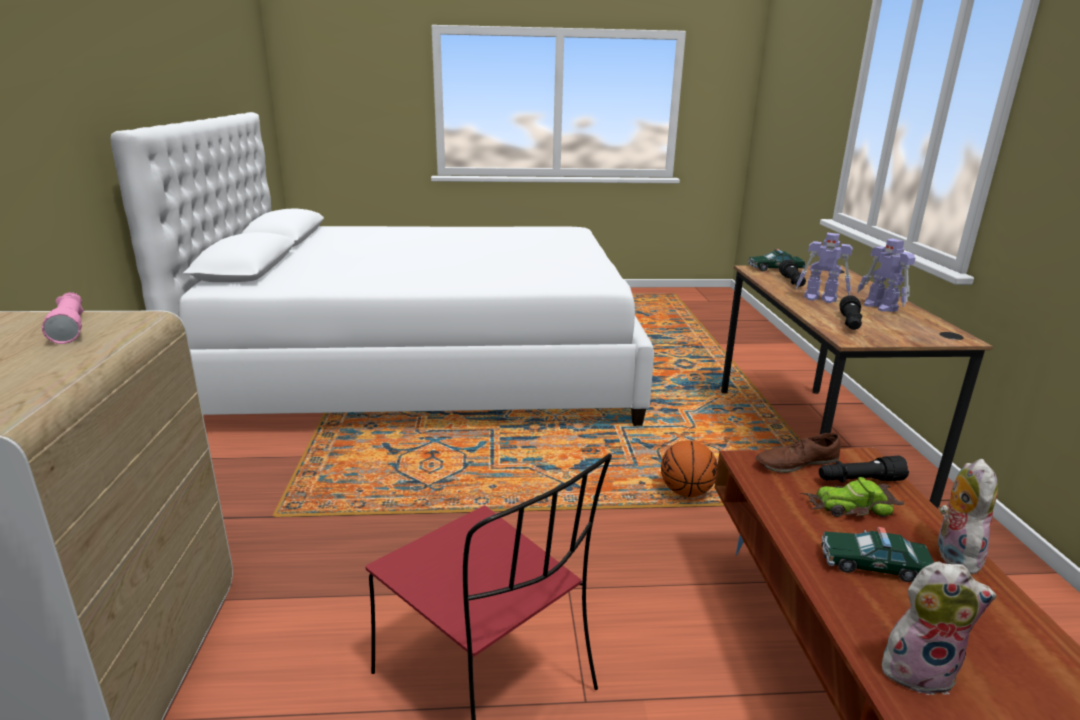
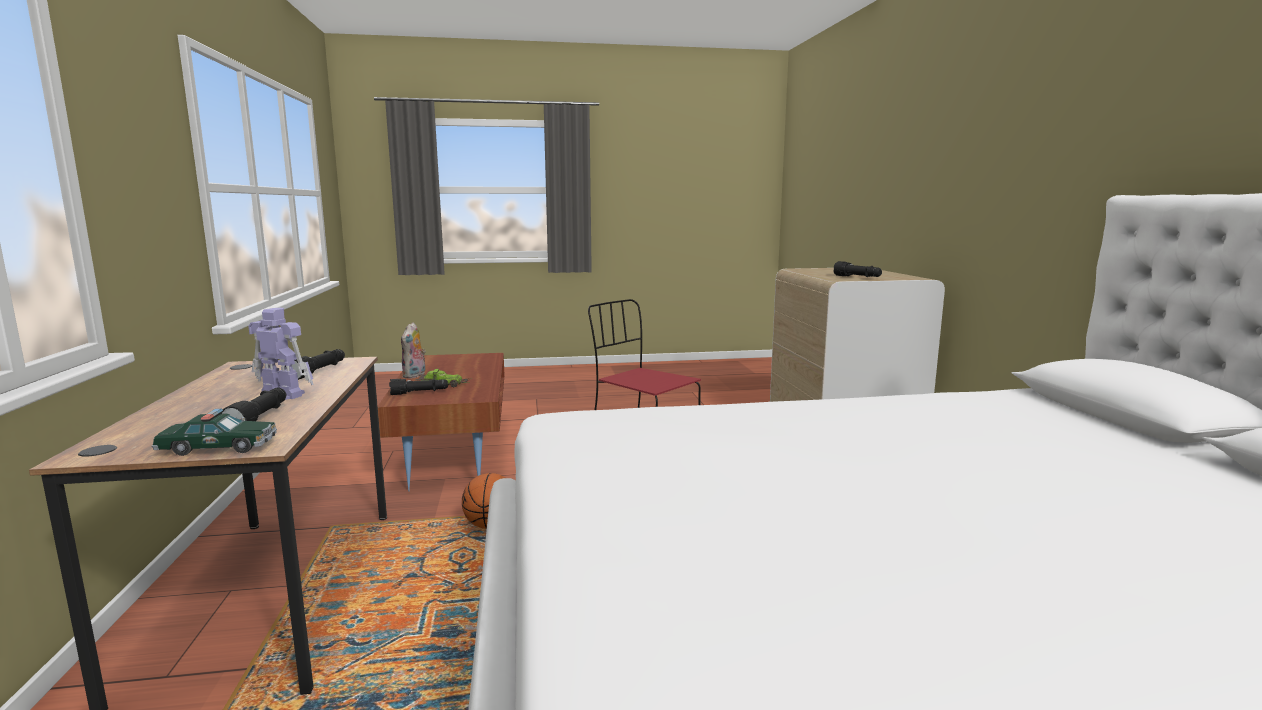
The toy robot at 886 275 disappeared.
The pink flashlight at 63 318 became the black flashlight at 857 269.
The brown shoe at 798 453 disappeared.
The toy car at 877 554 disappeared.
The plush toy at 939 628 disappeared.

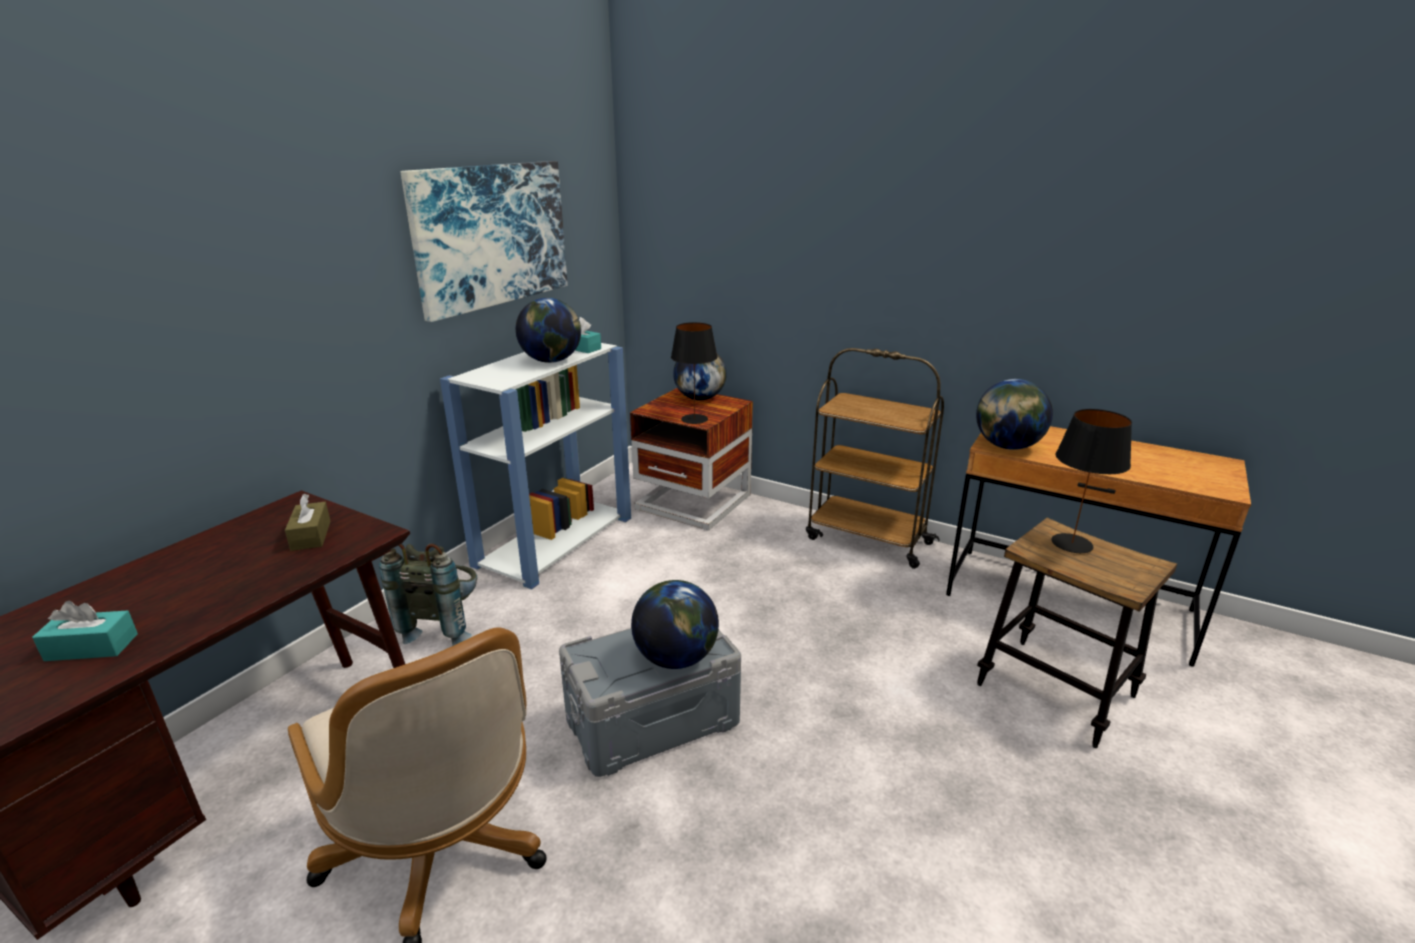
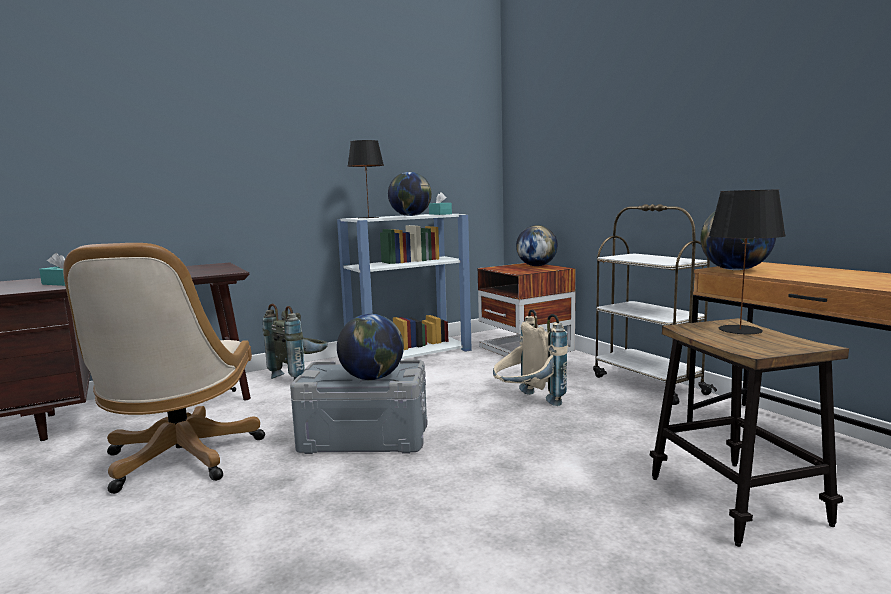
The picture at 484 241 disappeared.
The black table lamp moved from 694 373 to 366 179.
The brown cart at 875 458 became the white cart at 655 304.
The brown tissue box at 307 522 disappeared.
The beige backpack at 530 357 appeared.

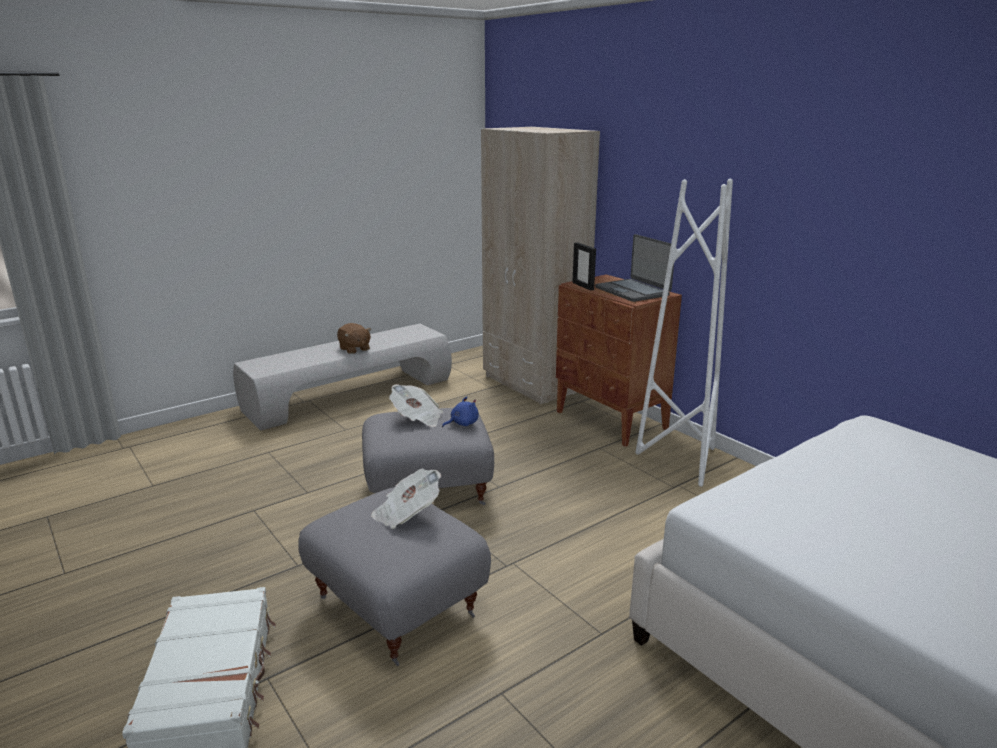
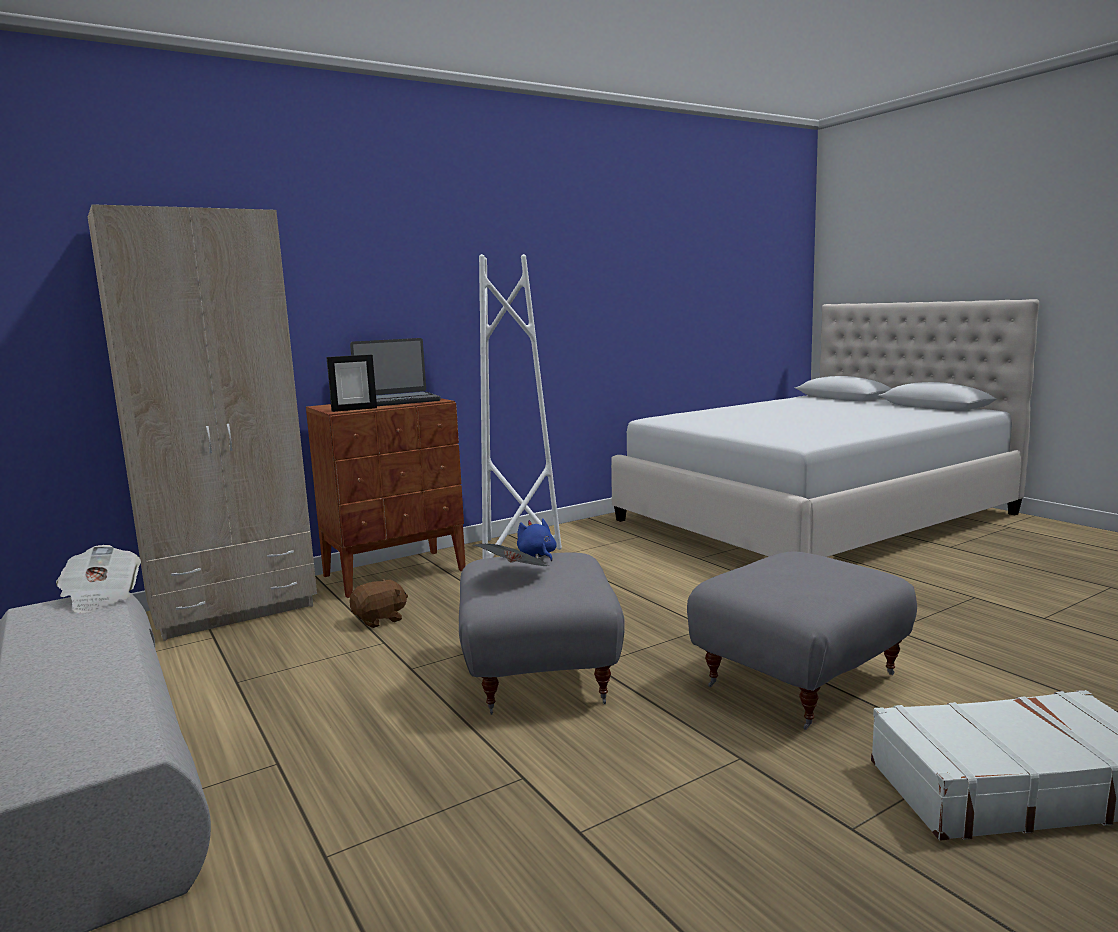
The brown plush toy moved from 354 338 to 378 603.
The newspaper moved from 406 499 to 98 579.

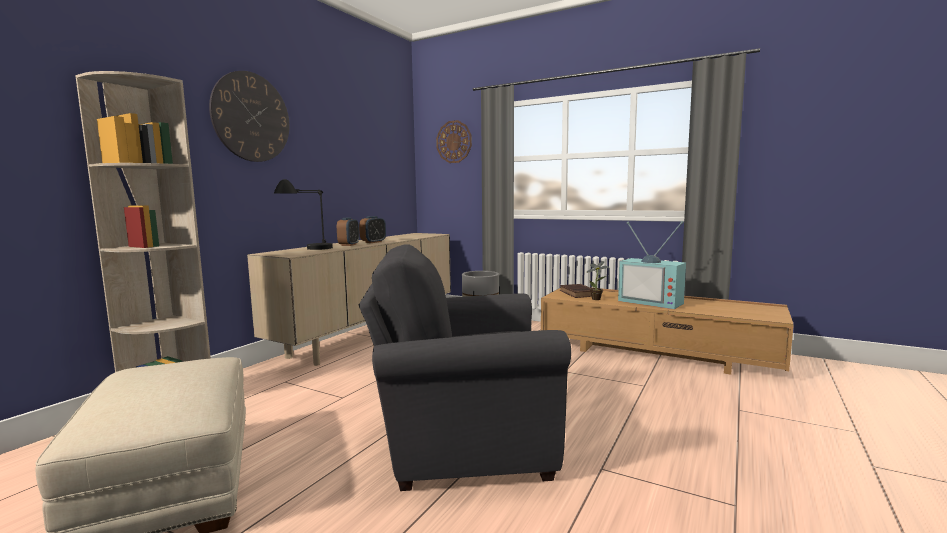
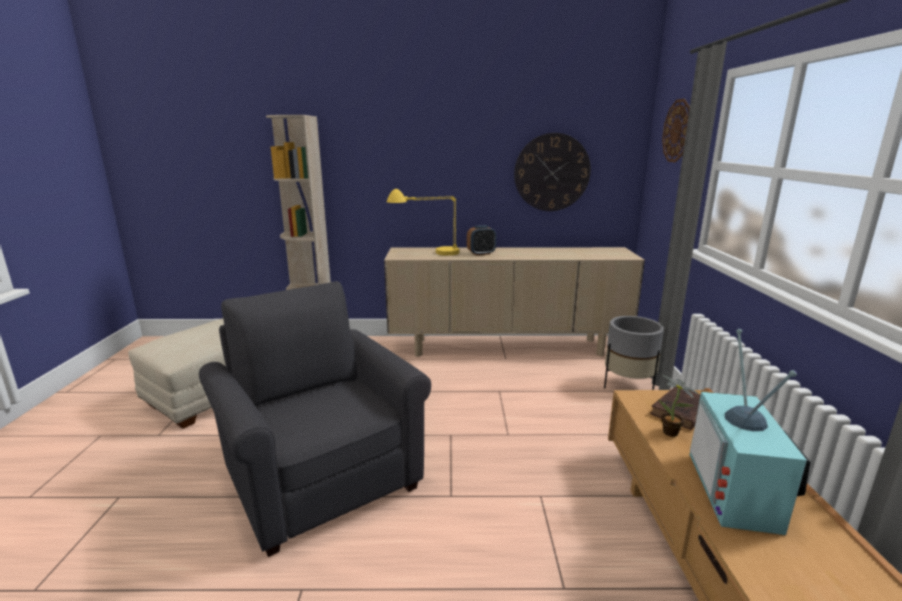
The wall clock moved from 249 116 to 552 172.
The black table lamp at 303 214 became the yellow table lamp at 423 222.
The alarm clock at 372 229 disappeared.

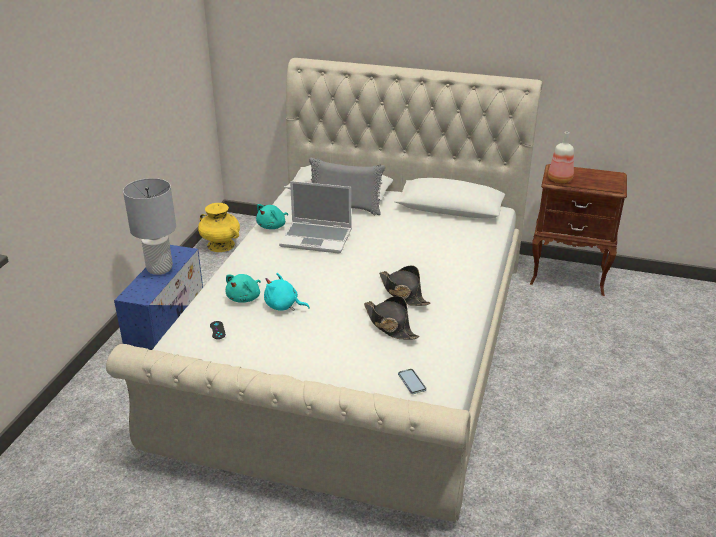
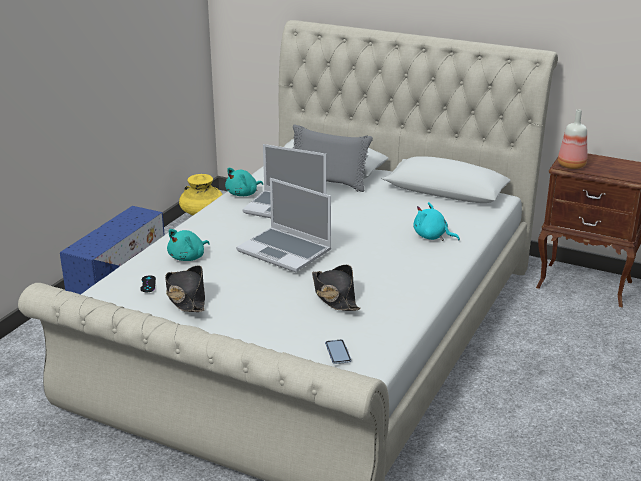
The grey table lamp at 149 226 disappeared.
The black hat moved from 404 285 to 185 288.
The turquoise plush toy moved from 287 292 to 436 221.
The laptop at 283 225 appeared.

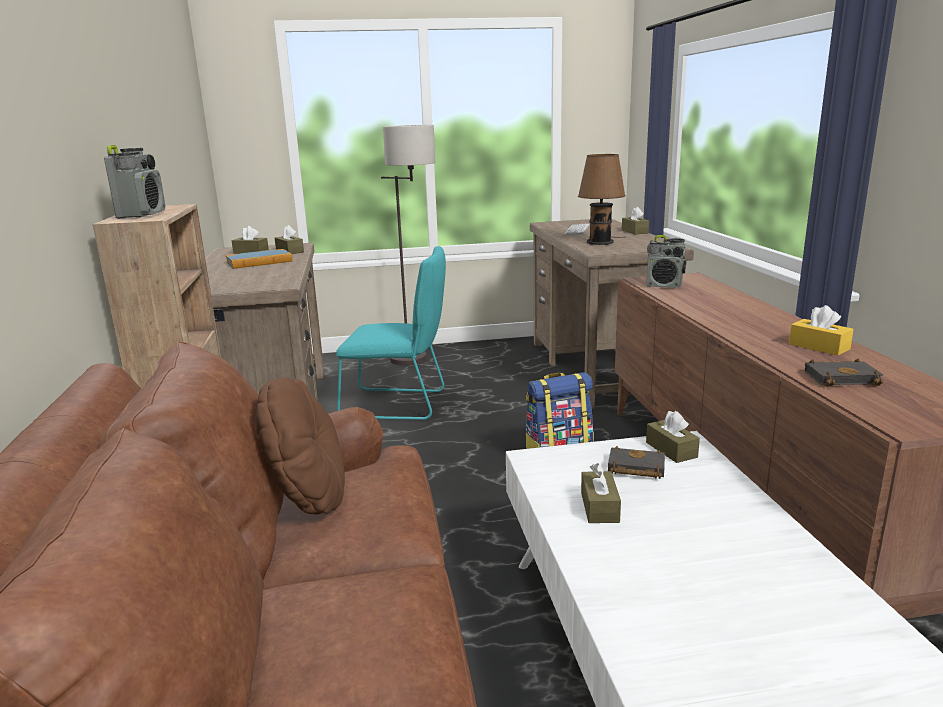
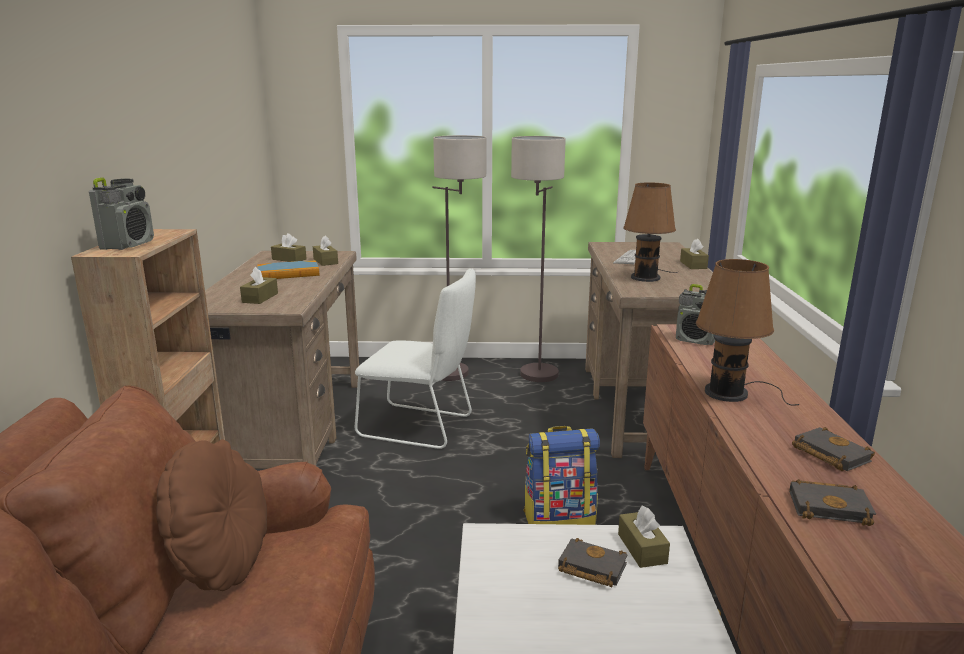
The turquoise chair at 391 333 became the white chair at 415 359.
The yellow tissue box at 821 330 was replaced by the black book at 833 449.
The brown tissue box moved from 601 493 to 259 285.
The grey floor lamp at 538 259 appeared.
The brown table lamp at 747 332 appeared.

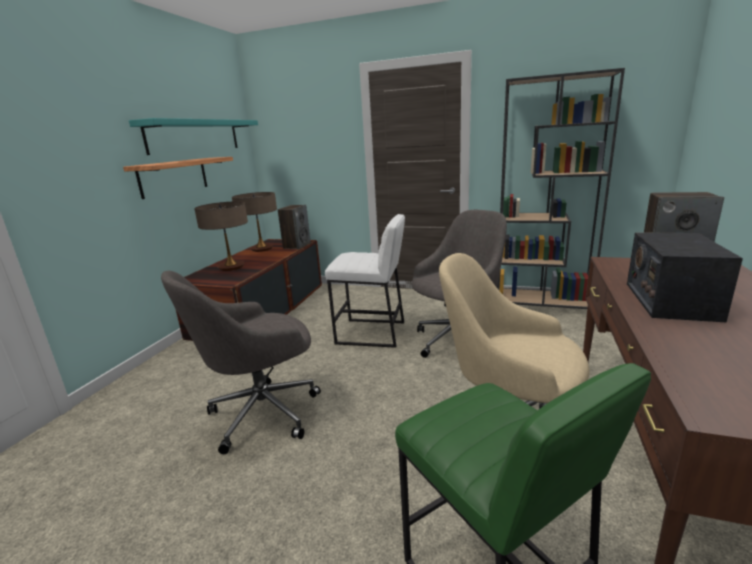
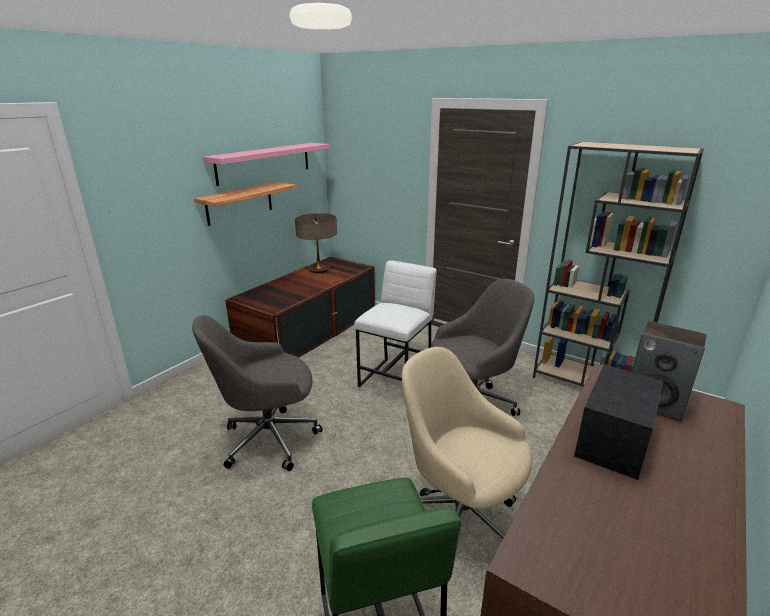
The turquoise shelf at 193 136 became the pink shelf at 266 164.
The table lamp at 221 236 disappeared.
The speaker at 294 227 disappeared.
The white chair at 365 281 turned 90 degrees counterclockwise.

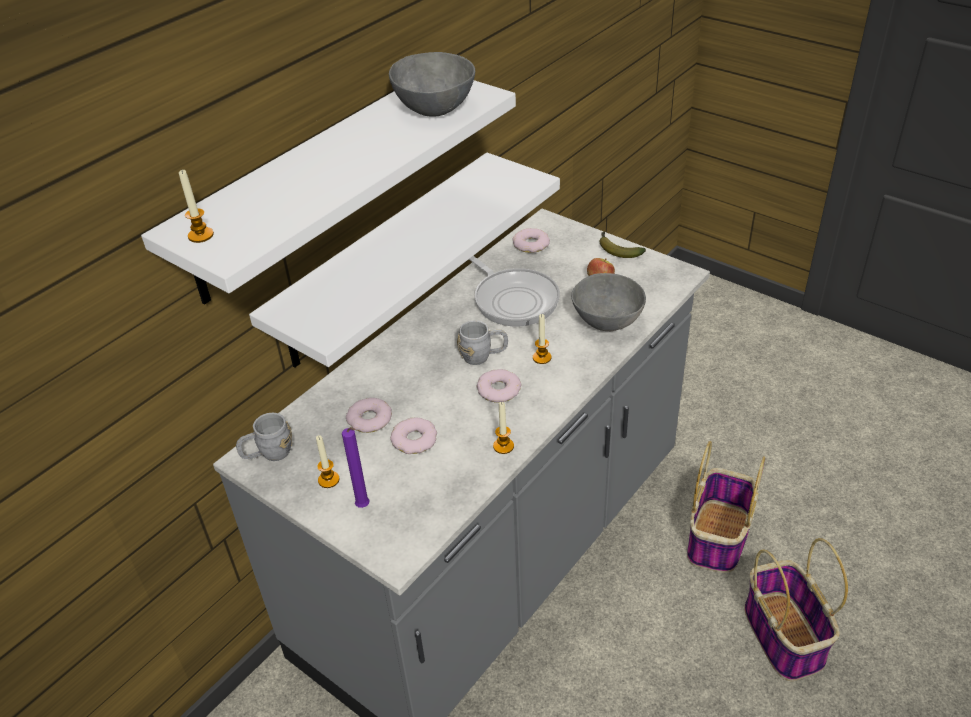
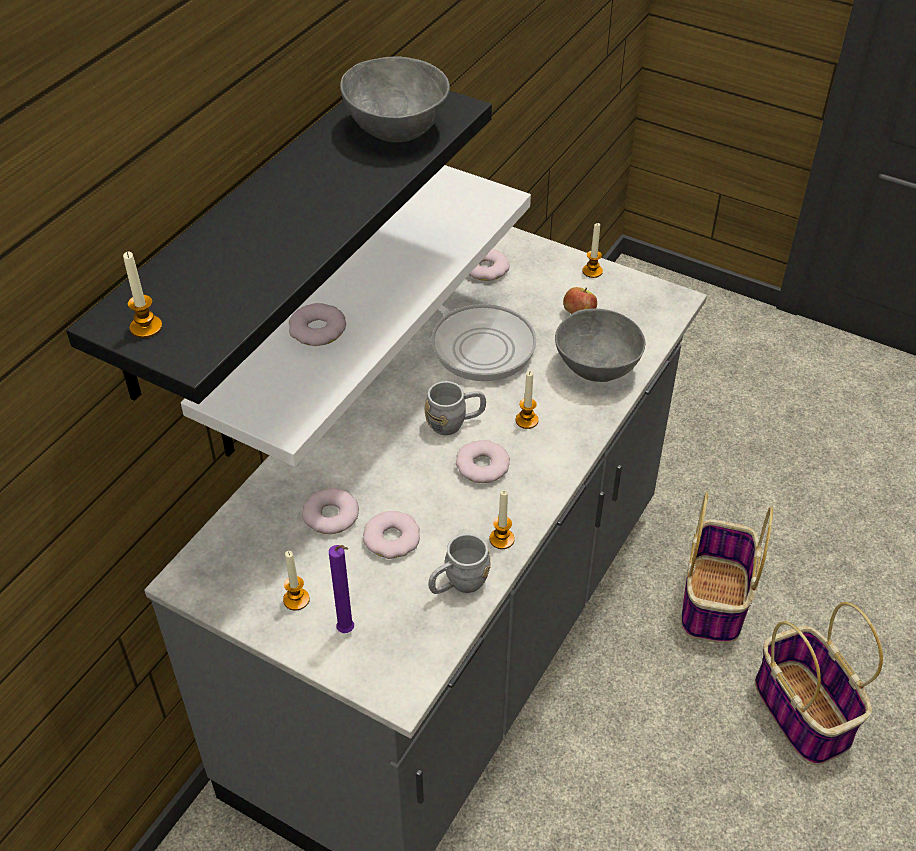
The white shelf at 328 192 became the black shelf at 279 247.
The banana at 622 244 was replaced by the candle at 592 250.
The grey mug moved from 264 437 to 460 563.
The donut at 317 324 appeared.

